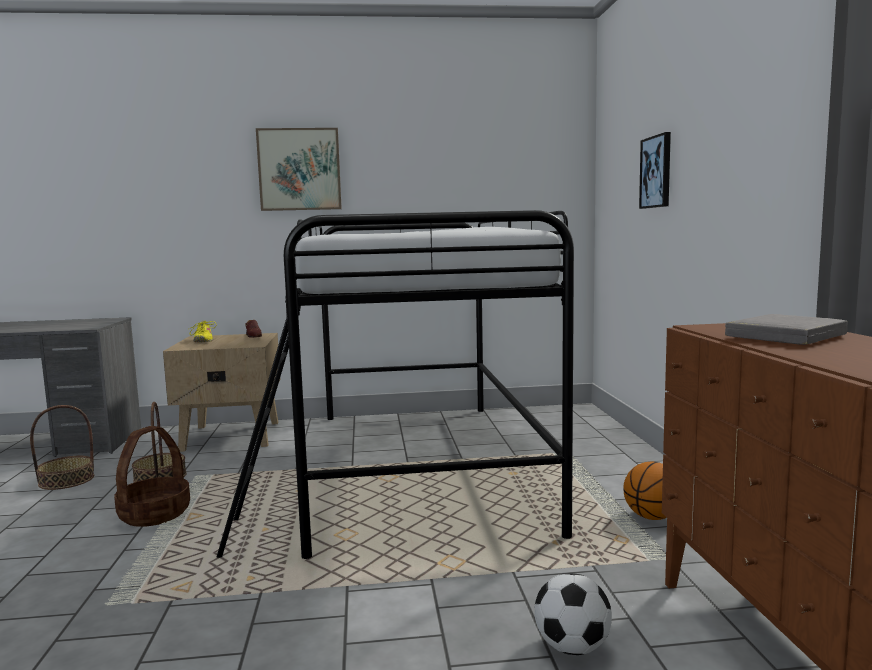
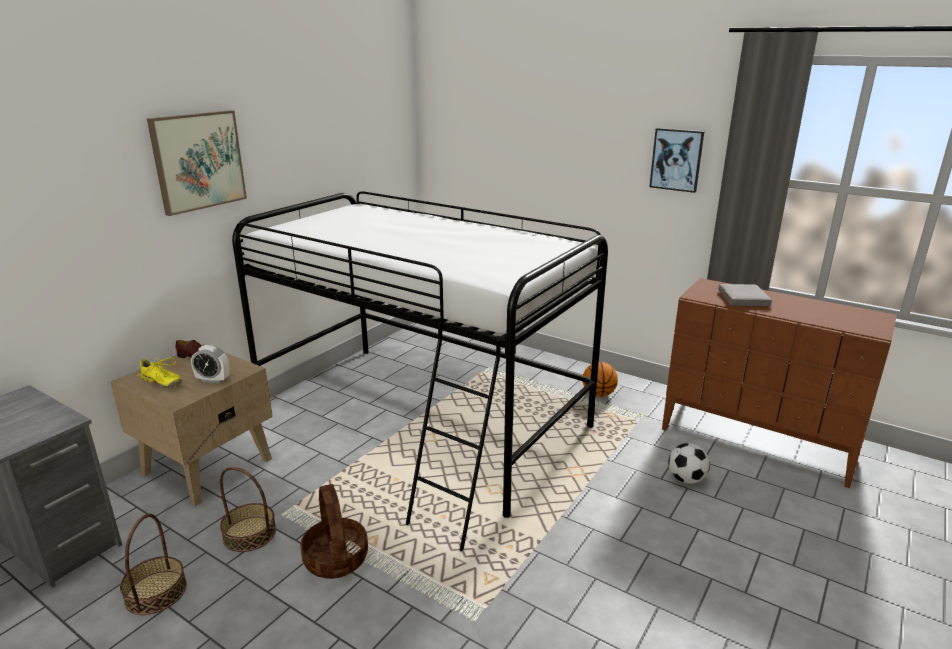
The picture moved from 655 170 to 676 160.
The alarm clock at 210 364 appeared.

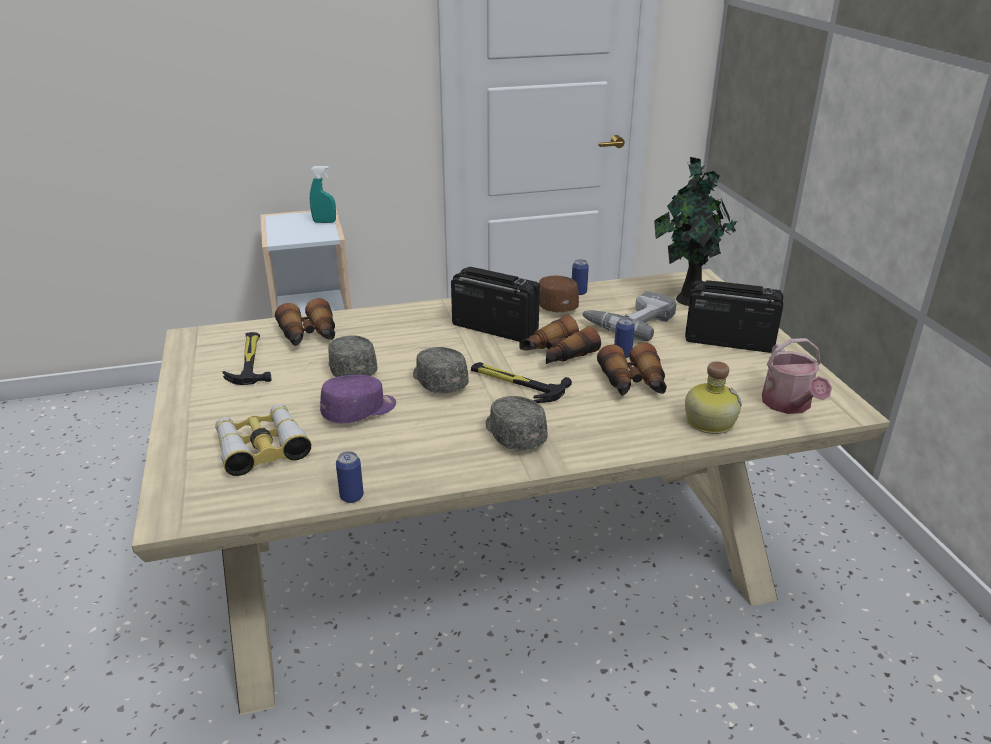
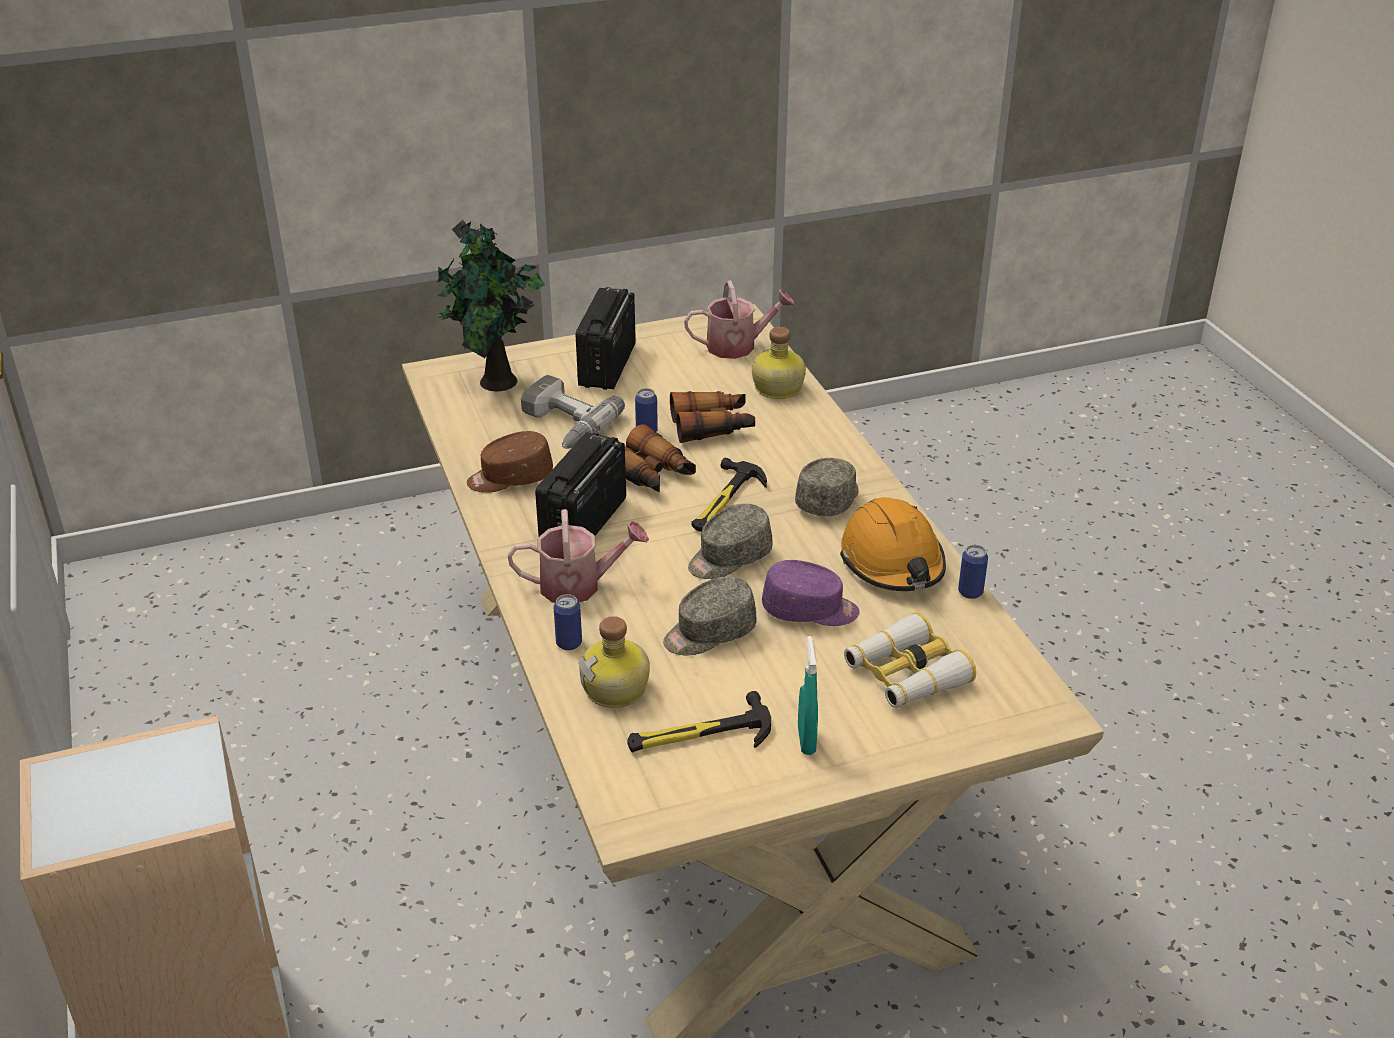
The turquoise spray bottle moved from 323 194 to 808 695.
The can moved from 580 277 to 568 622.
The binoculars at 305 322 was replaced by the bottle at 614 662.
The purple cap at 358 399 turned 135 degrees clockwise.
The grey cap at 517 423 turned 150 degrees clockwise.
The orange hard hat at 893 544 appeared.
The watering can at 578 556 appeared.

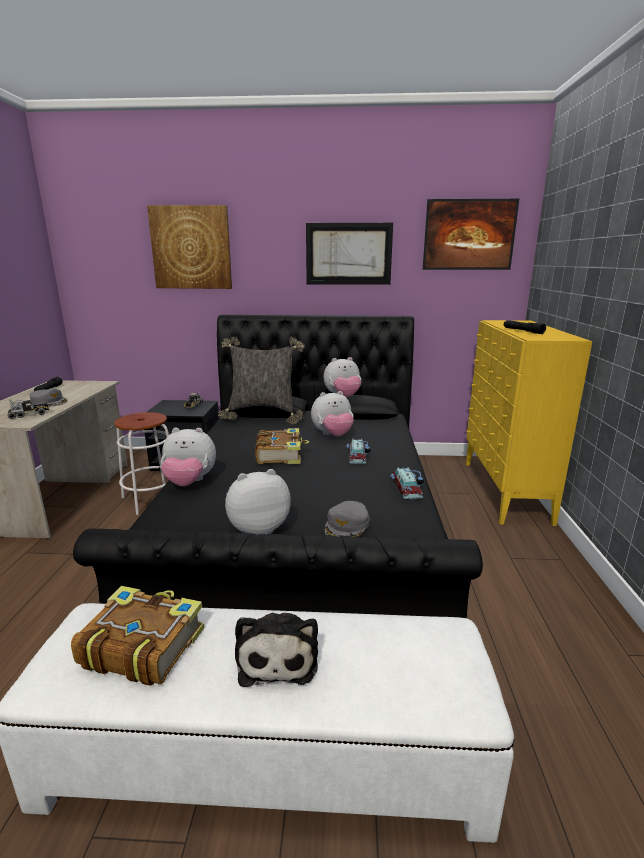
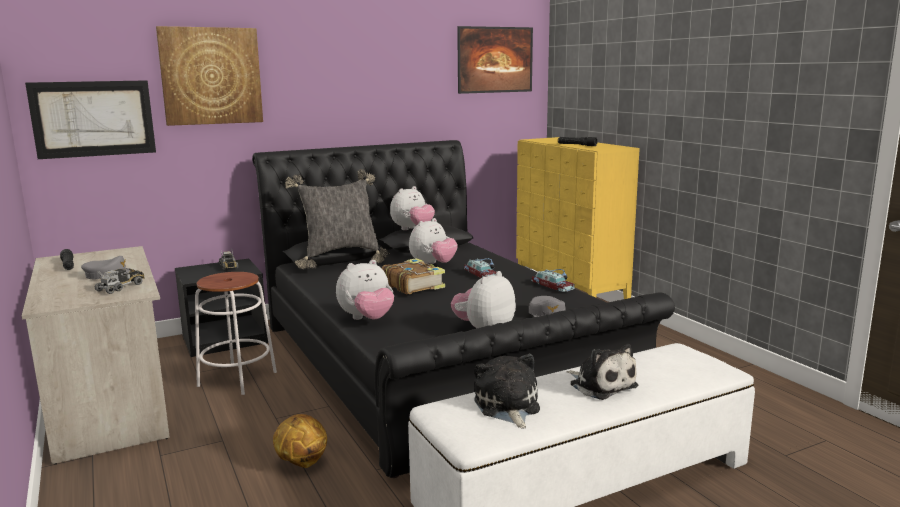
The picture moved from 349 254 to 90 119.
The book at 138 636 was replaced by the plush toy at 507 391.
The basketball at 300 441 appeared.

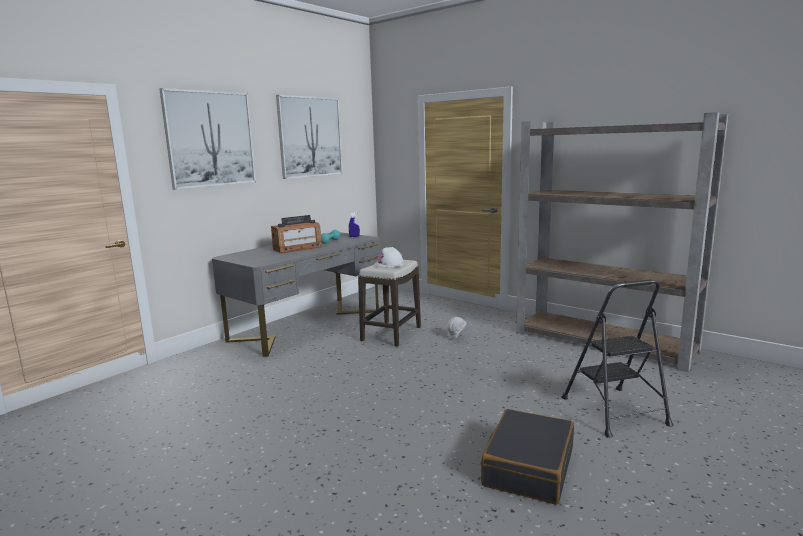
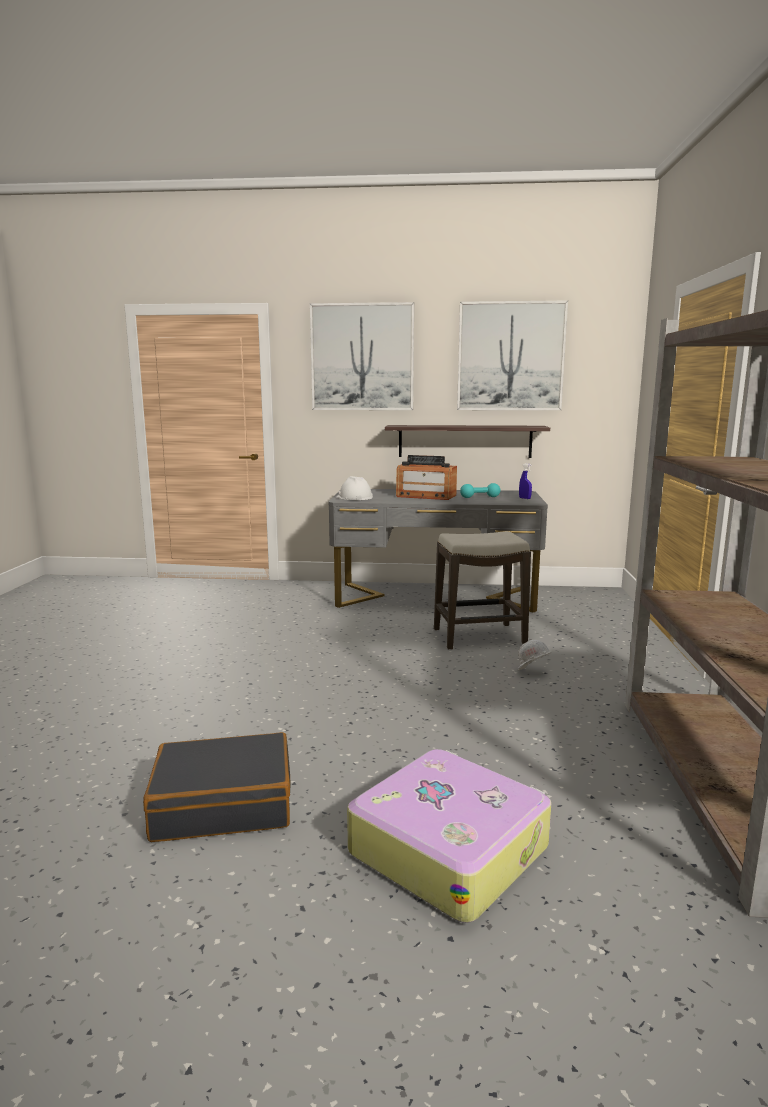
The white hard hat moved from 389 257 to 354 488.
The black step ladder at 617 359 was replaced by the suitcase at 449 836.
The shelf at 467 441 appeared.

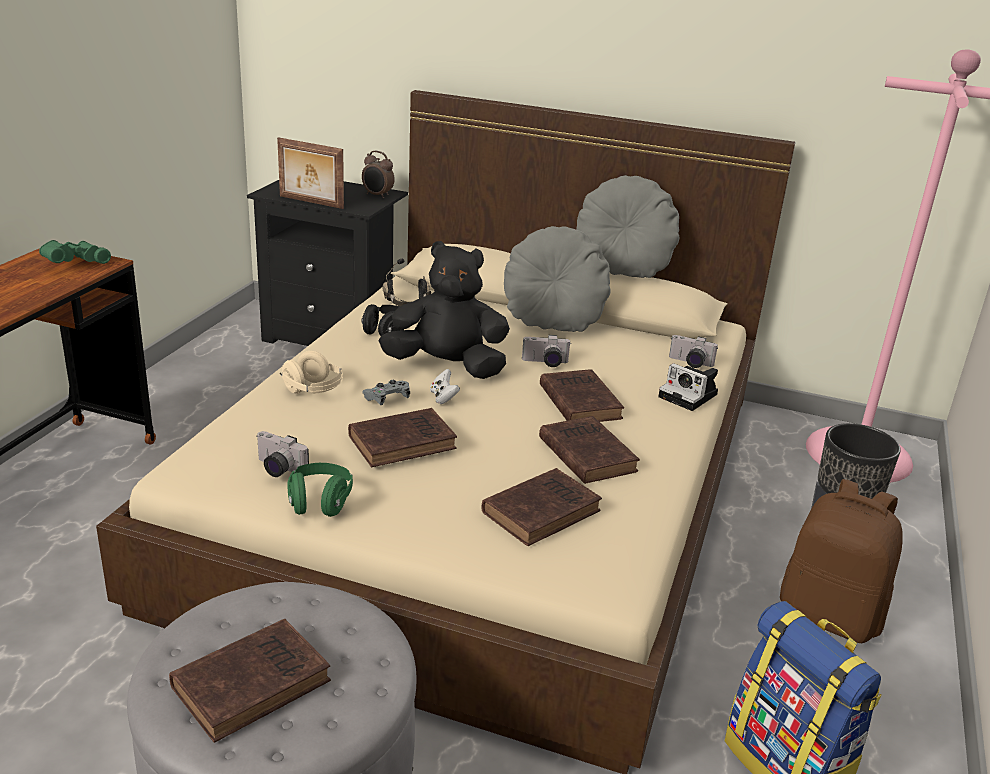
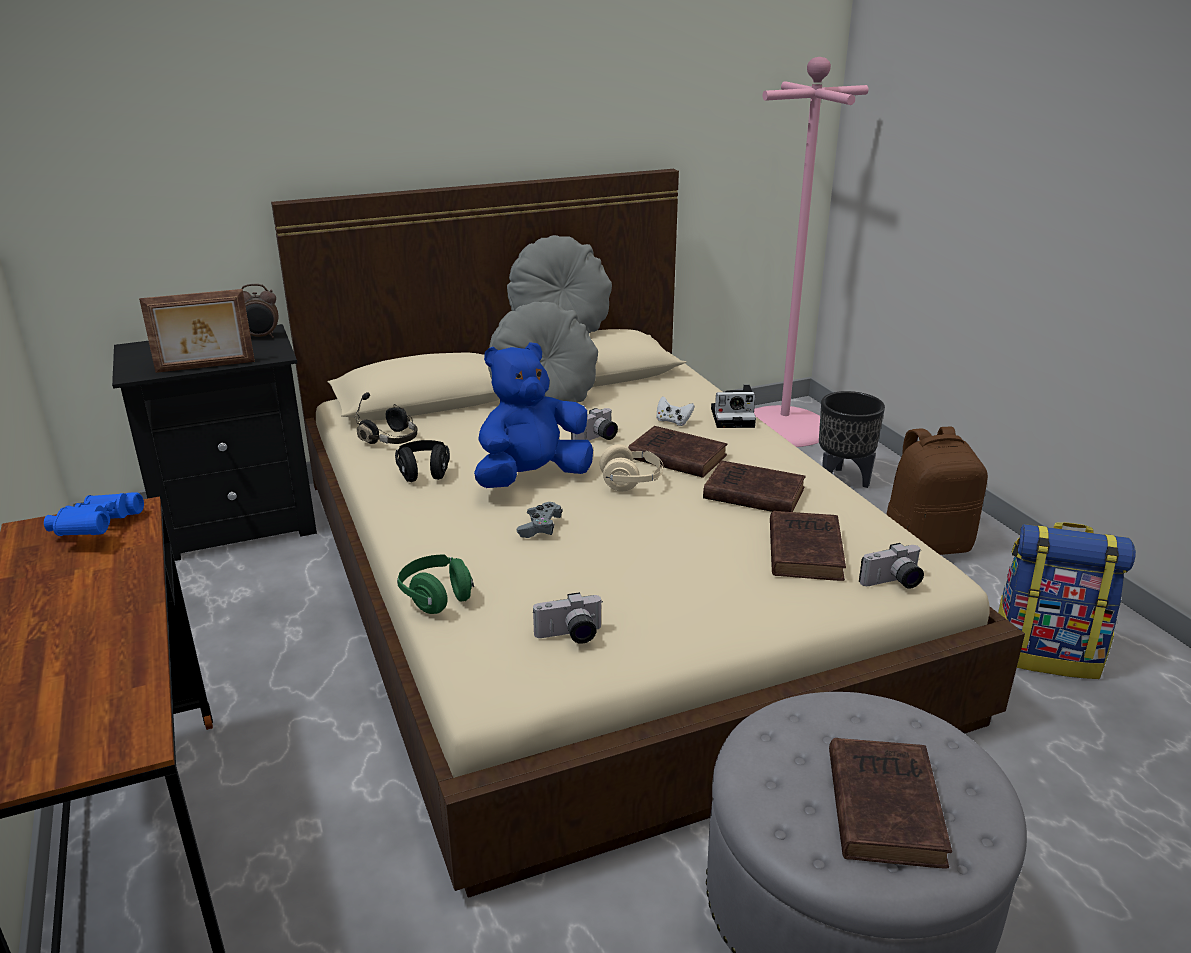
The green binoculars at 75 252 became the blue binoculars at 94 514.
The black plush toy at 444 310 became the blue plush toy at 533 415.
The photo camera moved from 693 351 to 891 566.
The beige headphones moved from 311 372 to 631 467.
The white game controller moved from 445 386 to 675 411.
The brown book at 402 437 disappeared.
The green headphones moved from 320 490 to 435 584.

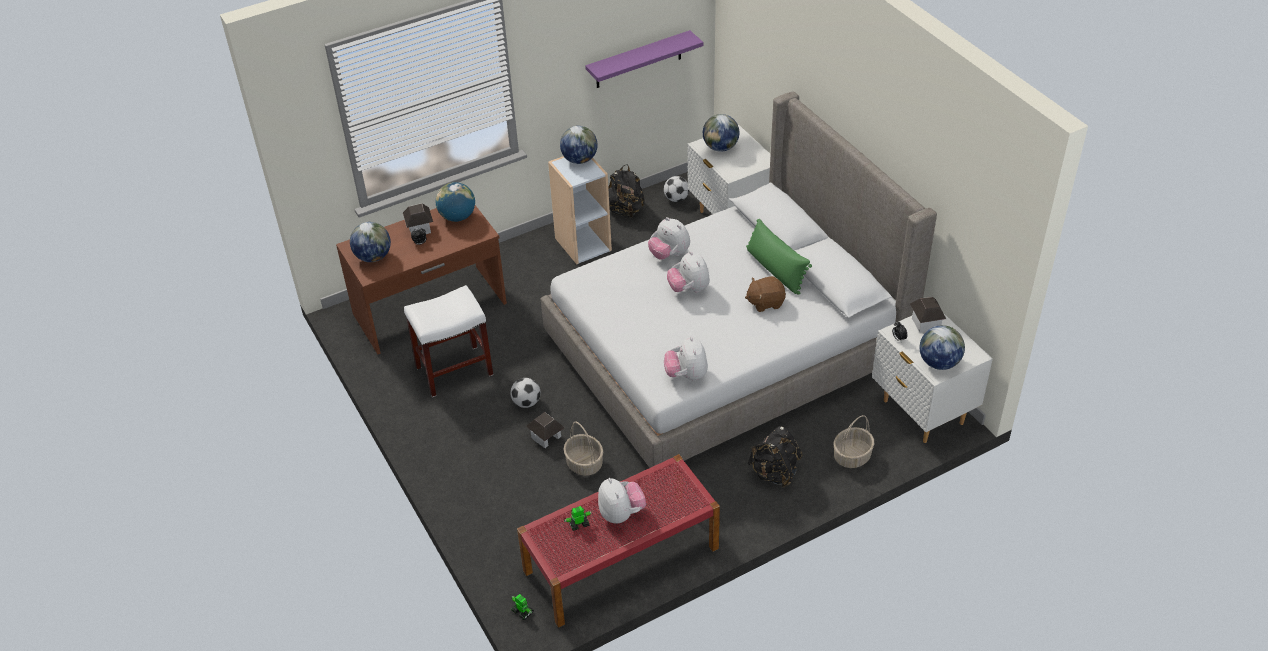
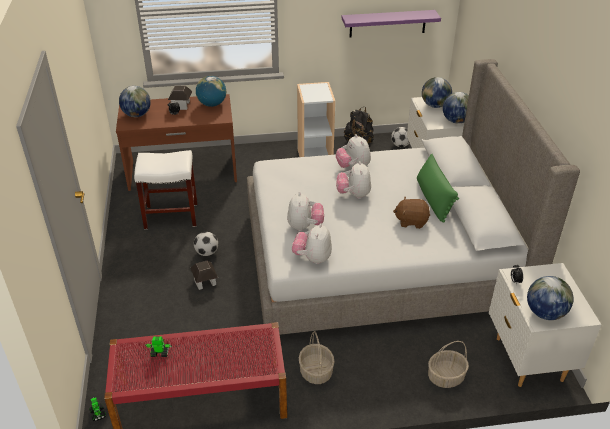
The globe moved from 579 145 to 456 108.
The toy house at 928 315 disappeared.
The basket moved from 583 448 to 316 357.
The black backpack at 775 457 disappeared.
The plush toy moved from 622 501 to 305 211.

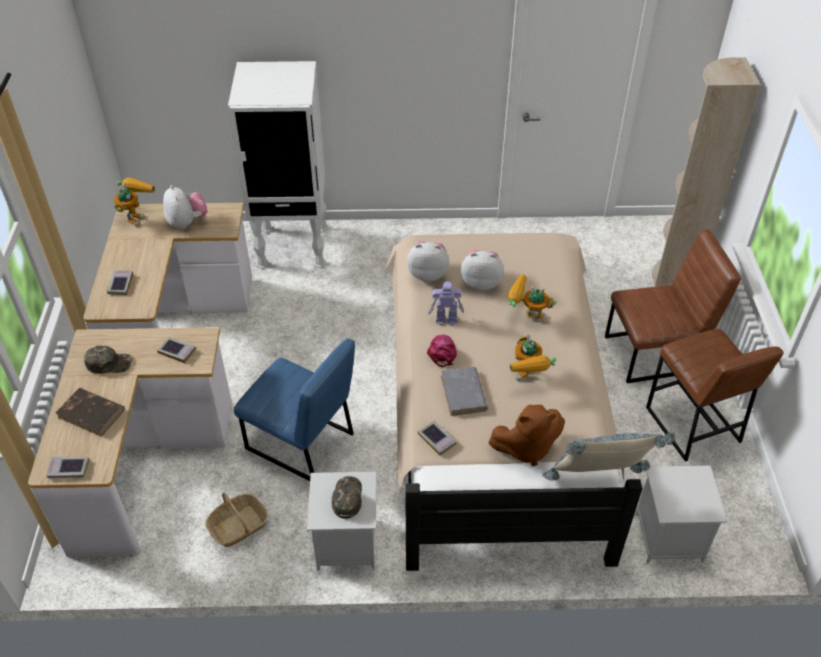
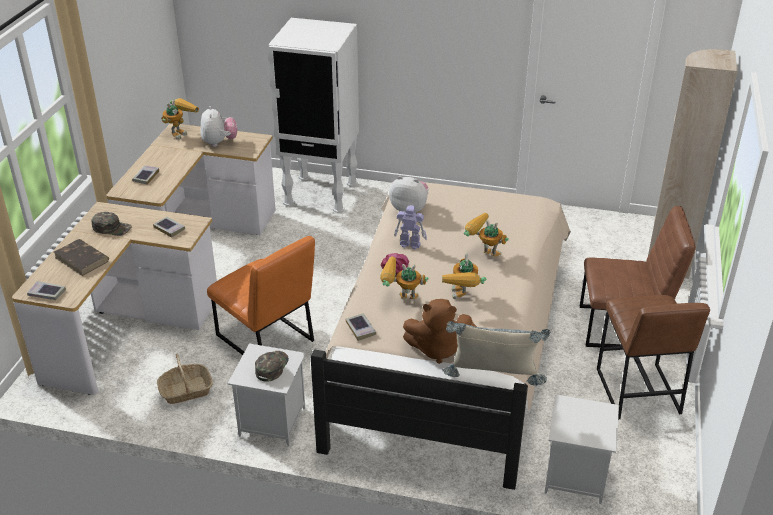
The plush toy at 482 270 disappeared.
The blue chair at 294 410 became the orange chair at 261 295.
The grey book at 464 391 was replaced by the toy robot at 404 278.

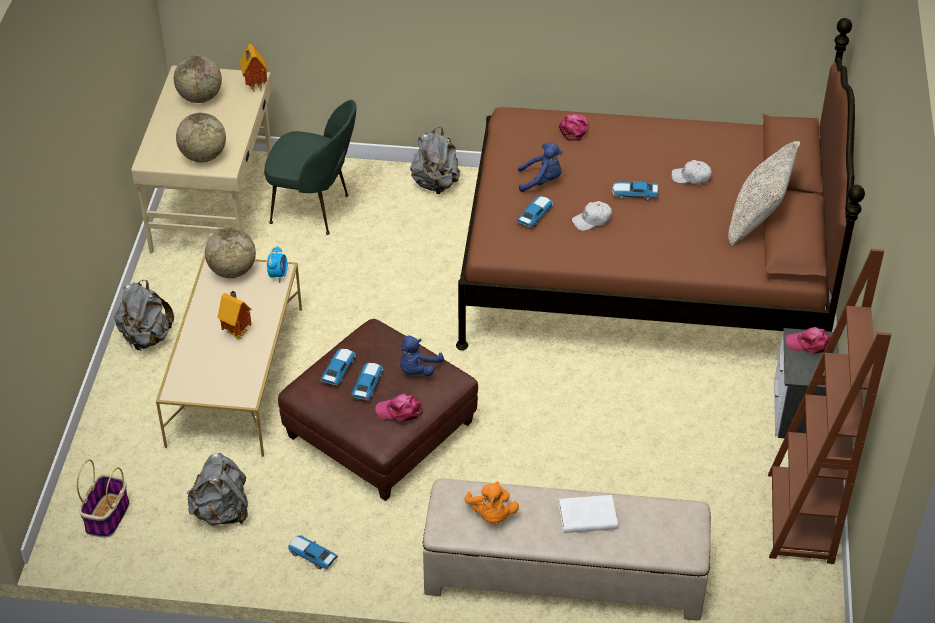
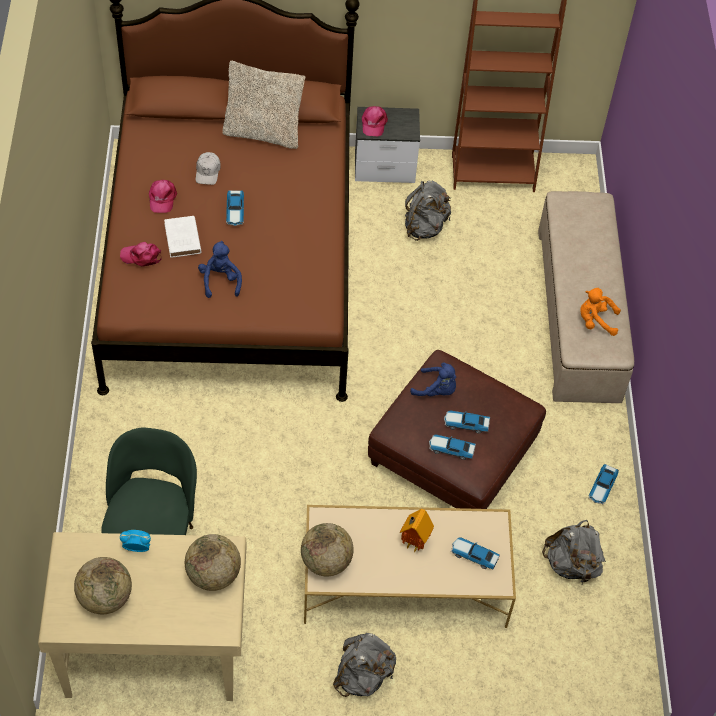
The toy house at 253 68 disappeared.
The grey backpack moved from 435 160 to 428 210.
The toy car moved from 534 212 to 475 553.
The white cap at 592 216 disappeared.
The alarm clock moved from 277 264 to 135 541.
The pink cap moved from 399 408 to 163 196.
The basket at 103 498 disappeared.
The orange plush toy at 492 503 turned 150 degrees counterclockwise.
The white book moved from 588 514 to 182 237.

